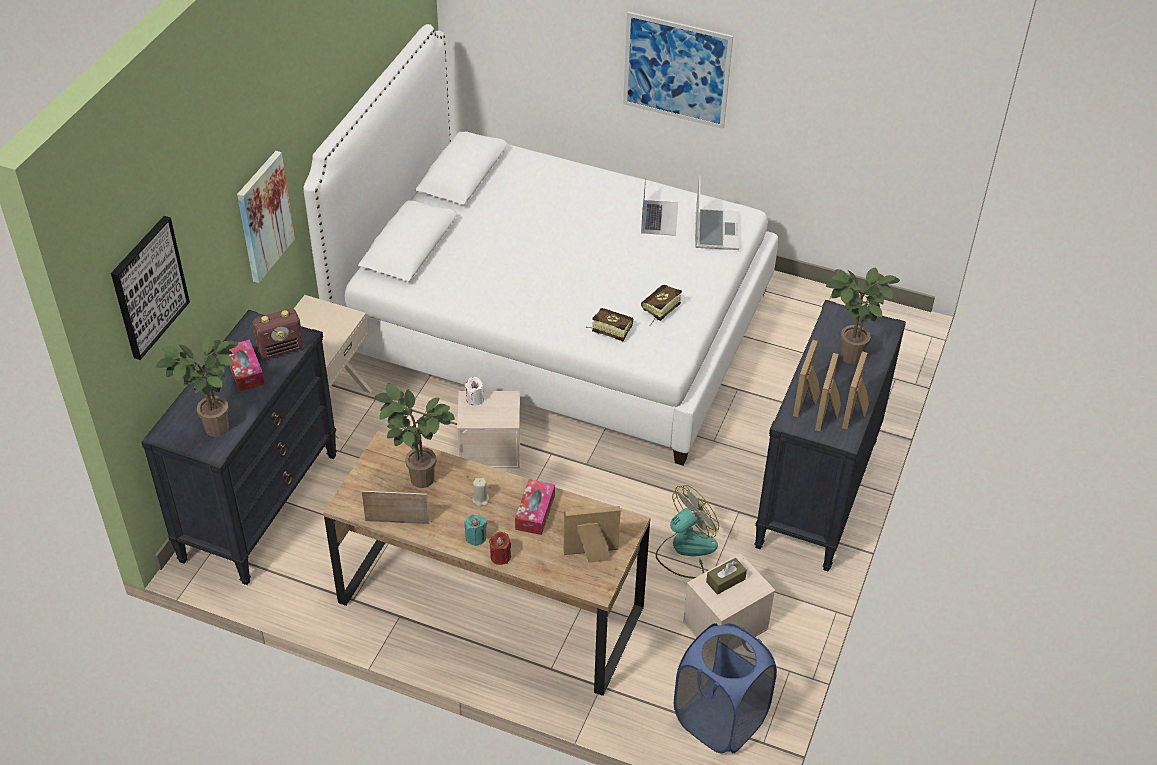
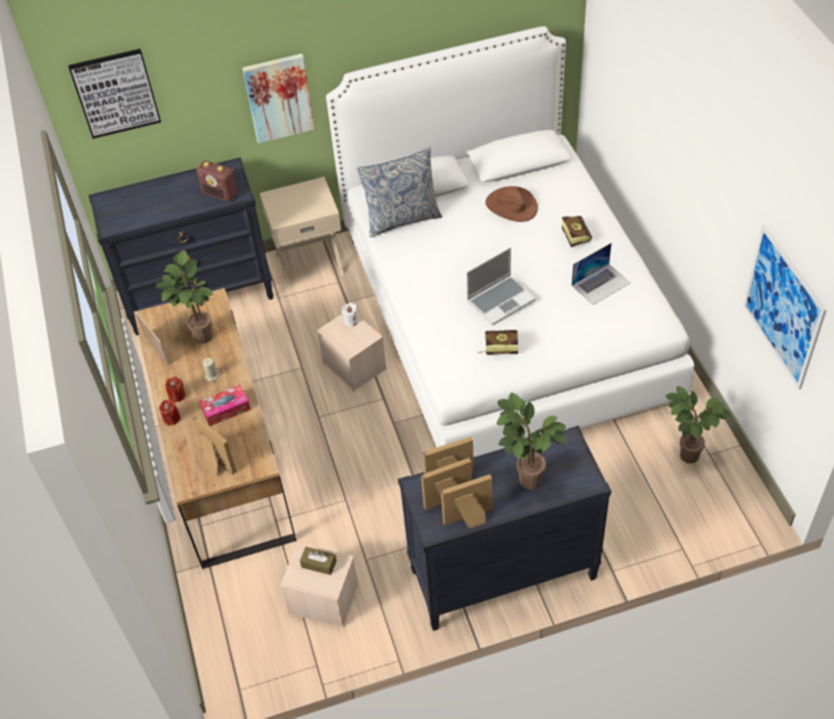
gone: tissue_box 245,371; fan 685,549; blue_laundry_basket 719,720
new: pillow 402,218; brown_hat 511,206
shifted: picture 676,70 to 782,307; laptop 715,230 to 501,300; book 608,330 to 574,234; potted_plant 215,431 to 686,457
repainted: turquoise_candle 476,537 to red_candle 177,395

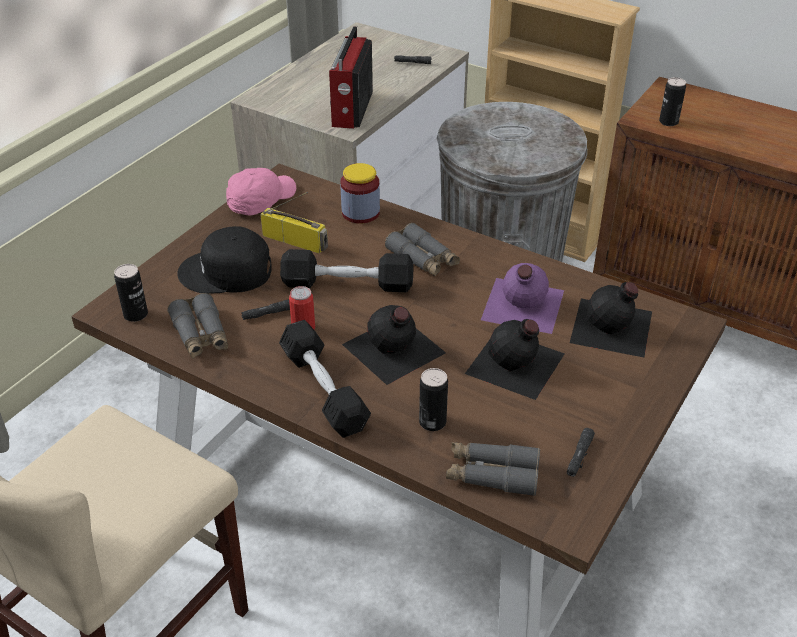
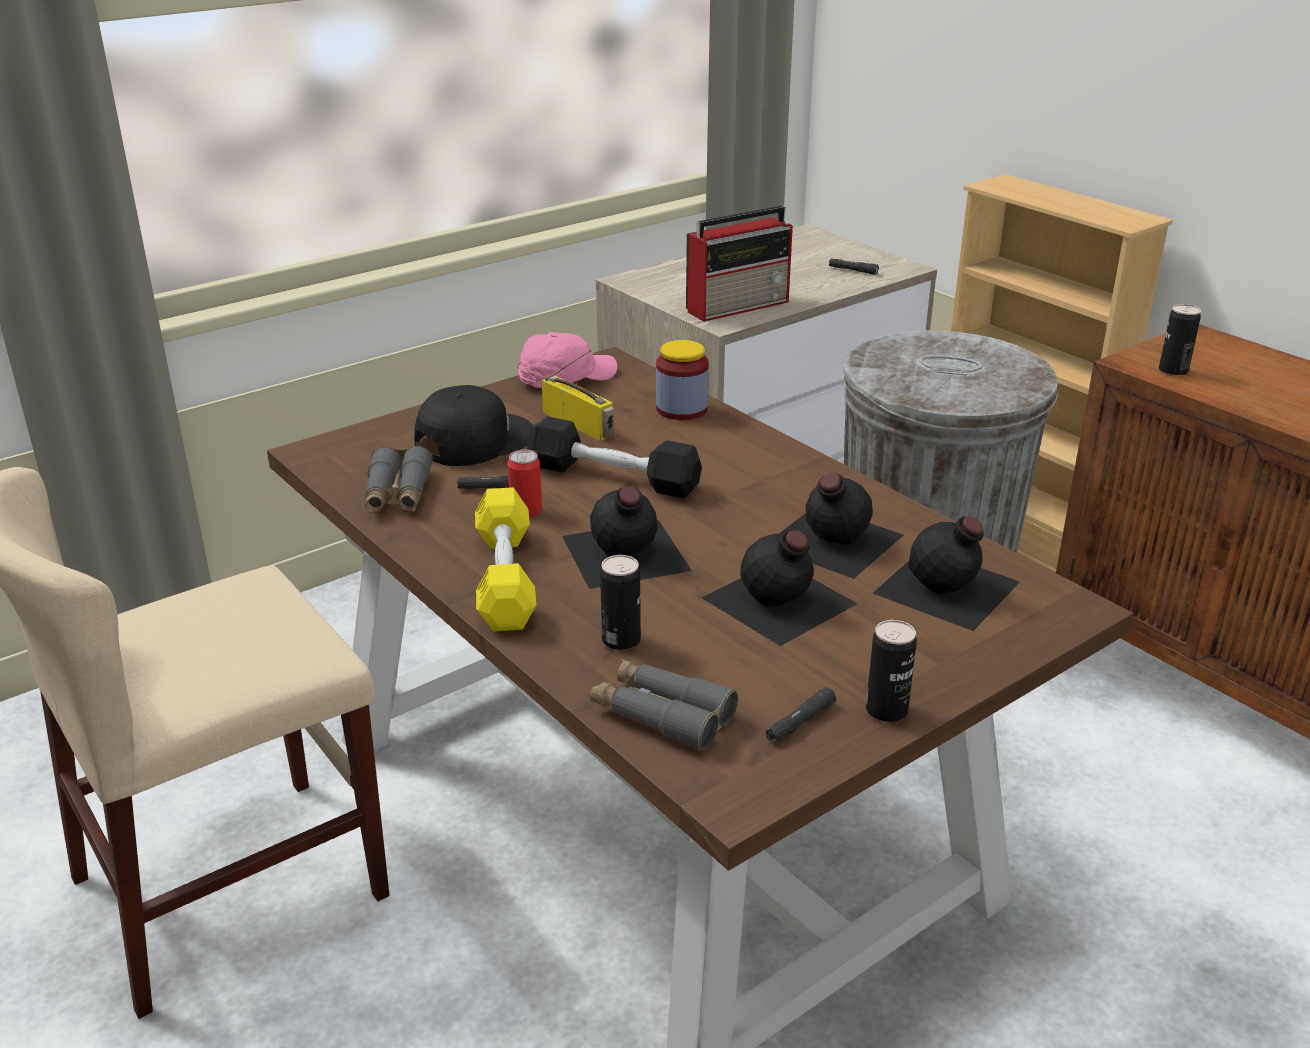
gone: grey_binoculars 423,259
shifted: can 135,315 to 886,711
repainted: purple_bottle 521,305 to black_bottle 831,540; black_dumbbell 323,390 to yellow_dumbbell 505,577
rotated: radio 351,110 = 739,306 150 degrees counterclockwise; black_cap 226,272 = 473,440 120 degrees clockwise

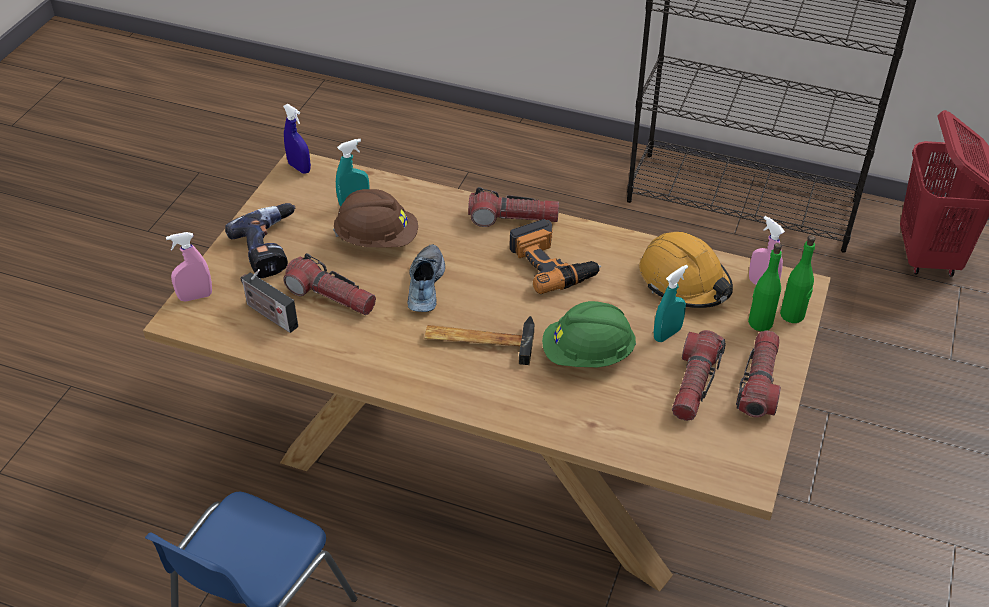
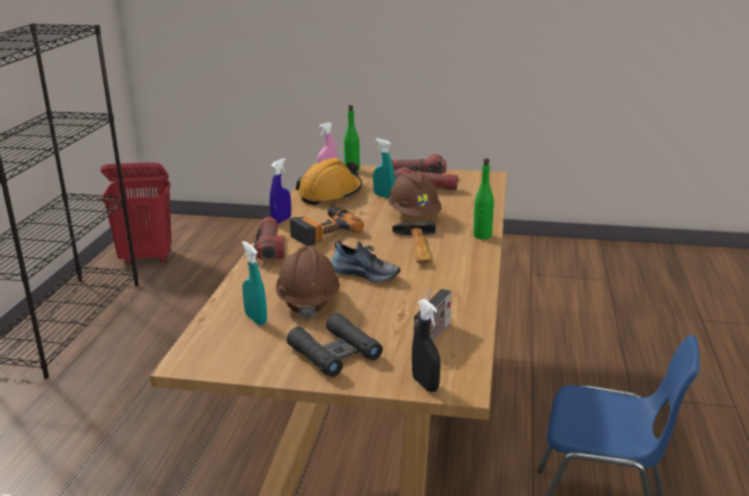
gone: flashlight 331,296
shifted: blue_spray_bottle 299,168 to 281,220; green_bottle 760,322 to 482,236
swapped: power_drill 272,248 to black_binoculars 335,353
repainted: pink_spray_bottle 195,296 to black_spray_bottle 425,384; green_hard_hat 587,355 to brown_hard_hat 414,215
rotated: shoe 424,285 = 365,273 150 degrees counterclockwise

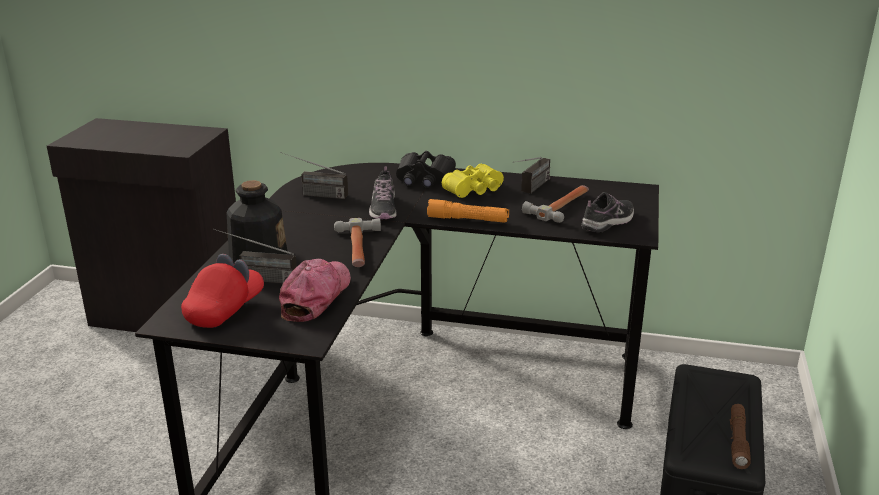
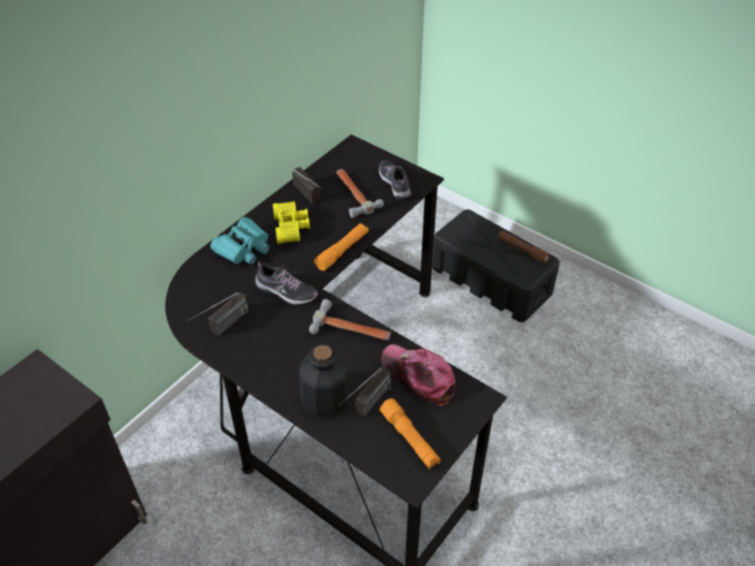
swapped: red_cap 225,309 to orange_flashlight 409,438
repainted: black_binoculars 423,178 to turquoise_binoculars 244,248

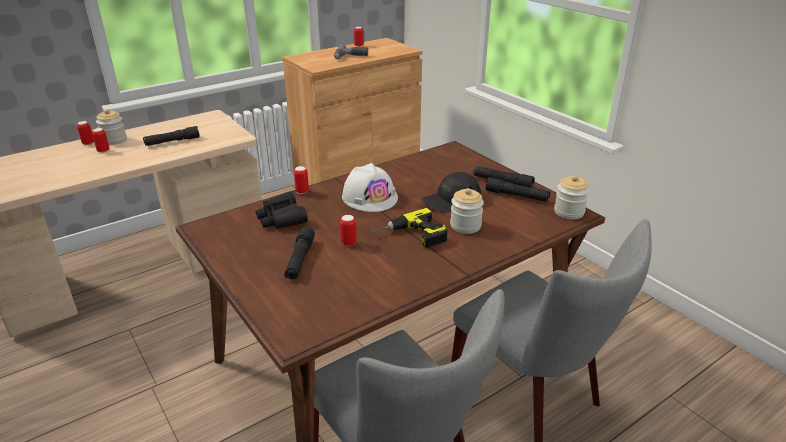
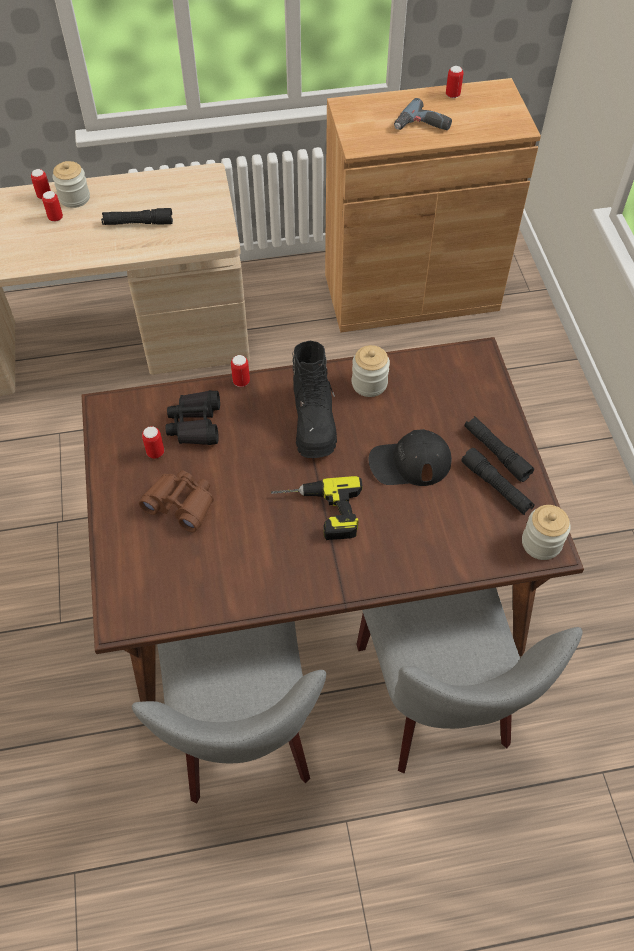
shifted: jar 465,226 to 369,383; can 348,243 to 155,452
swapped: white_hard_hat 370,197 to black_boot 314,421; black_flashlight 300,260 to brown_binoculars 181,504

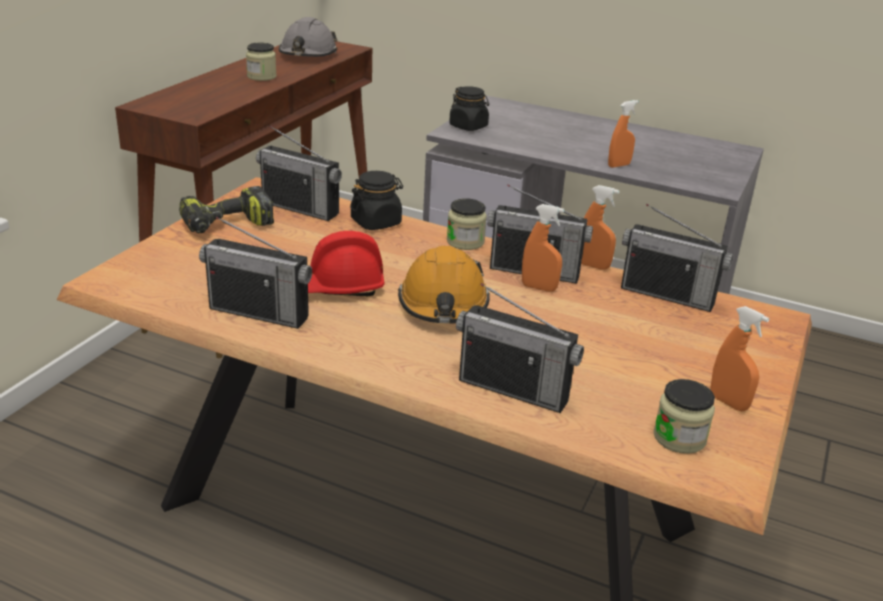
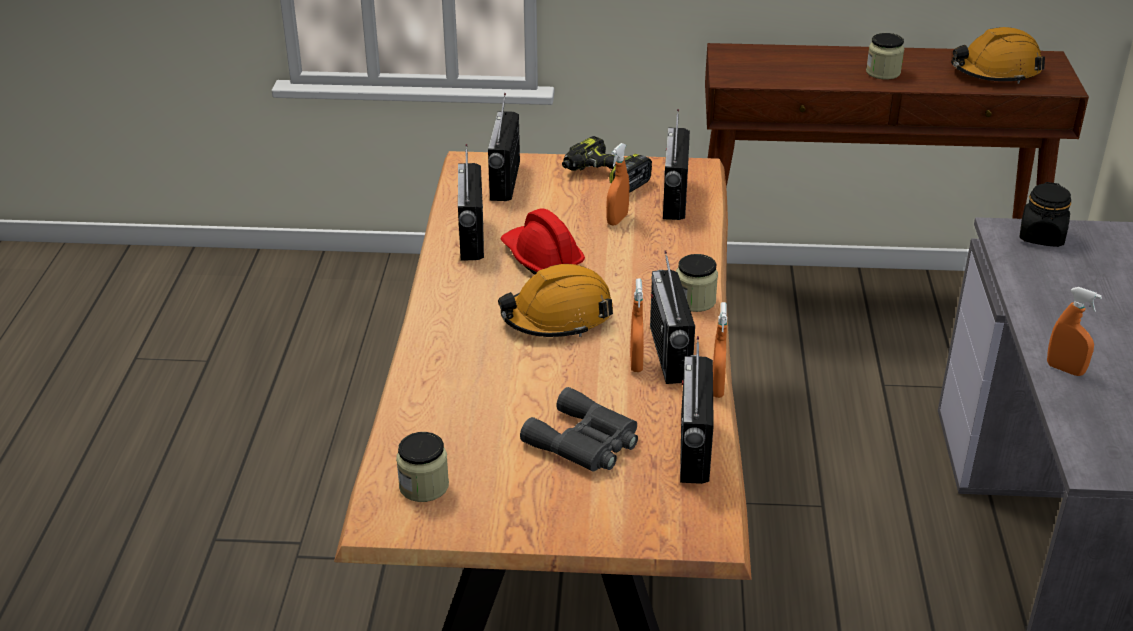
gone: black_jar 376,222
new: grey_binoculars 585,442
shifted: radio 514,389 to 505,181; orange_spray_bottle 728,402 to 617,219
repainted: grey_hard_hat 308,54 to orange_hard_hat 995,72

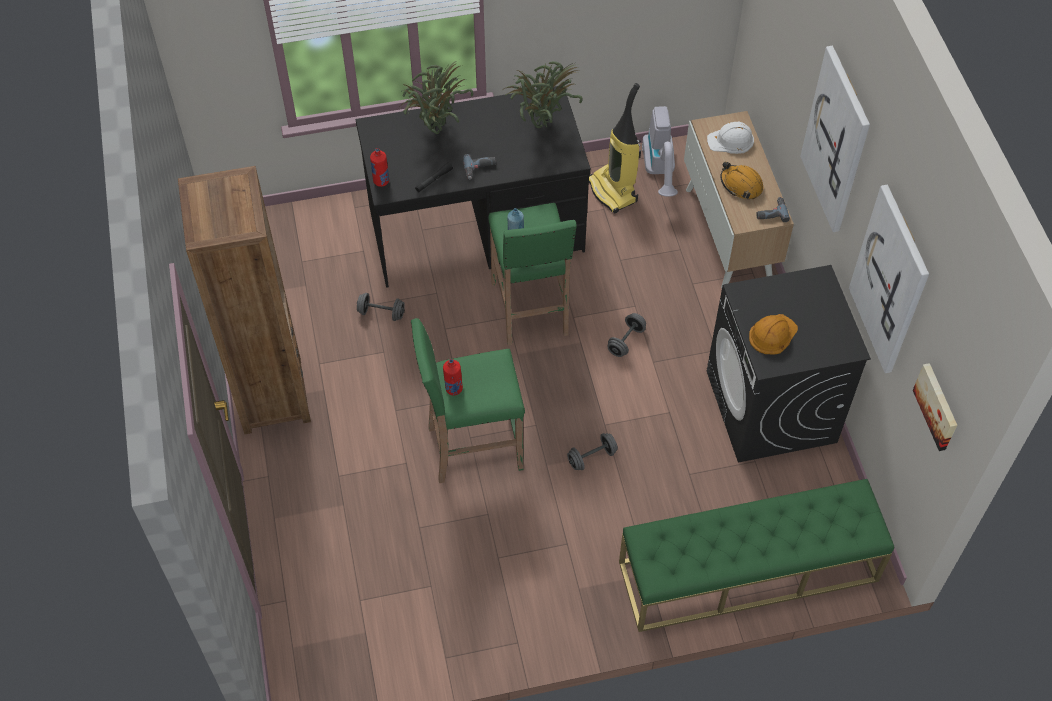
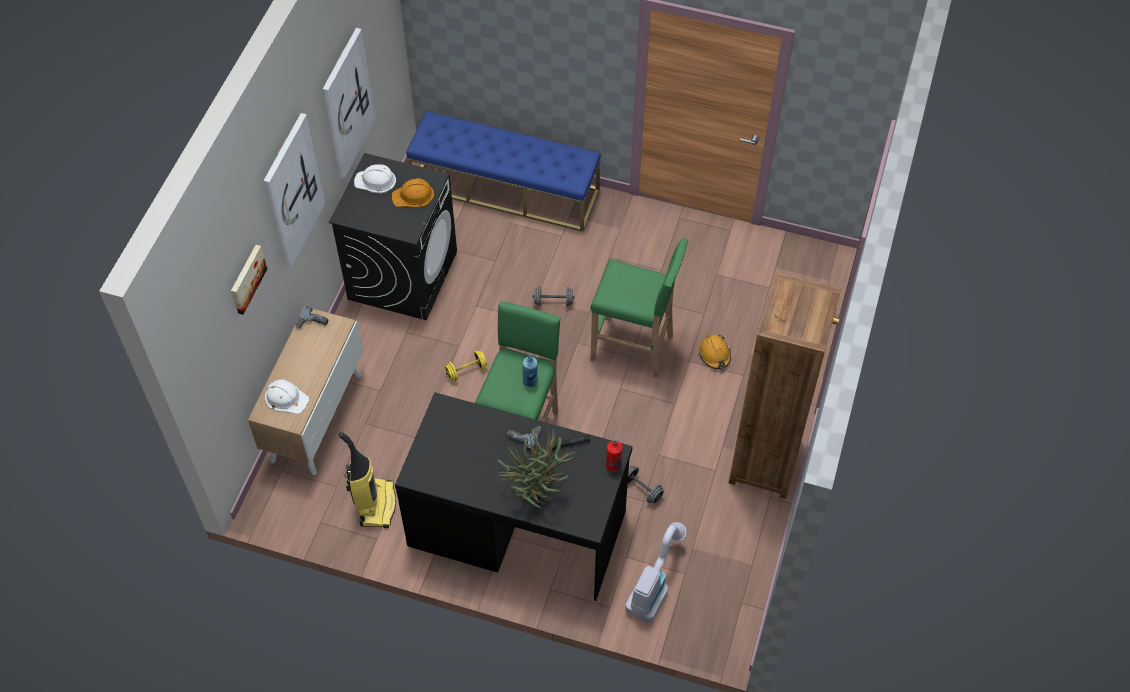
gone: potted_plant 541,125; red_bottle 453,389
new: white_hard_hat 375,181
shifted: vacuum_cleaner 660,172 to 653,585; orange_hard_hat 741,185 to 714,354; picture 937,406 to 246,278
repainted: grey_dumbbell 626,341 to yellow_dumbbell 466,371; green_bench 747,572 to blue_bench 505,189

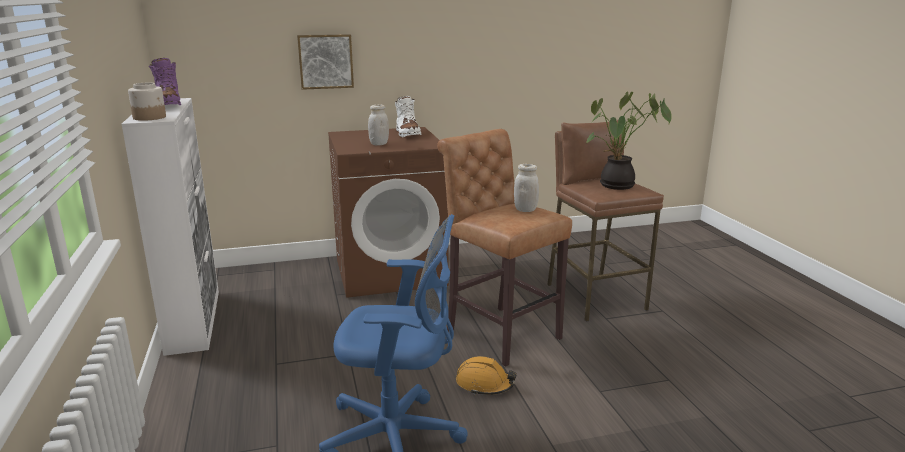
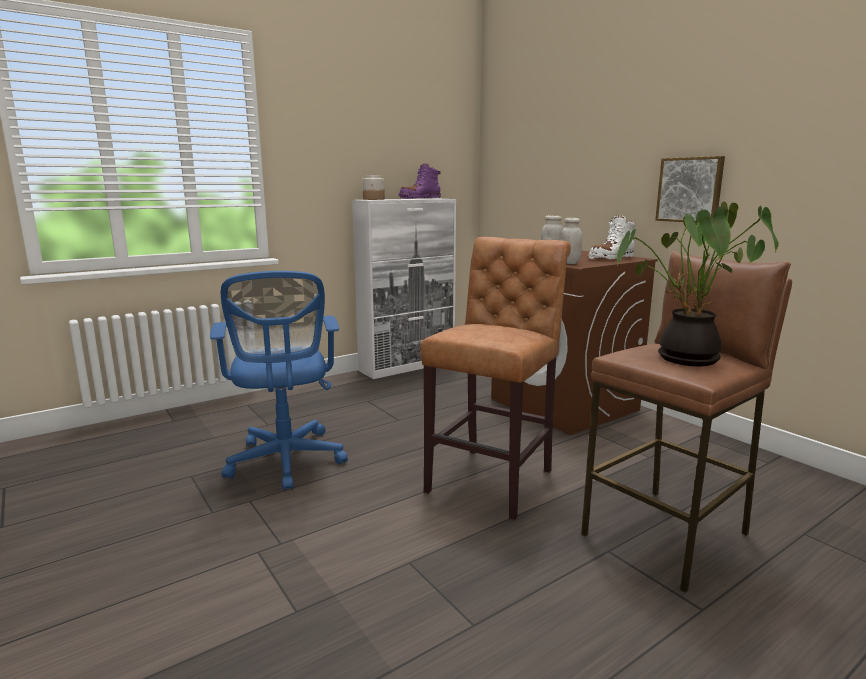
gone: orange_hard_hat 484,384
shifted: picture 325,61 to 690,190; white_jar 525,210 to 569,263

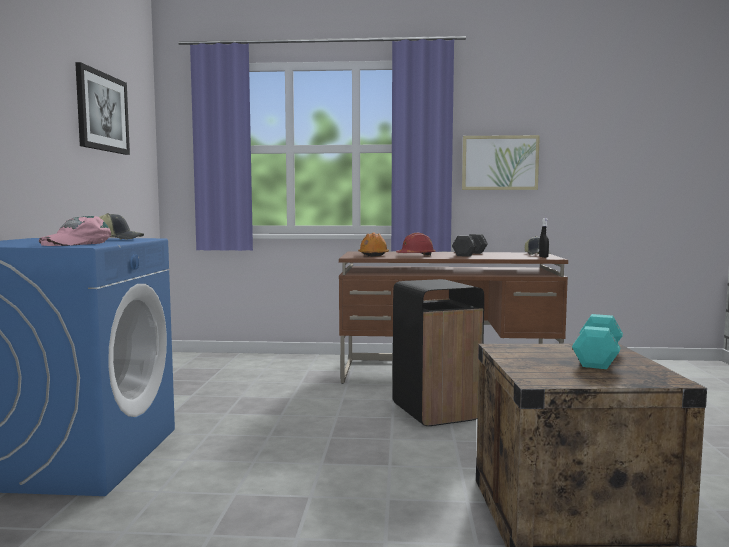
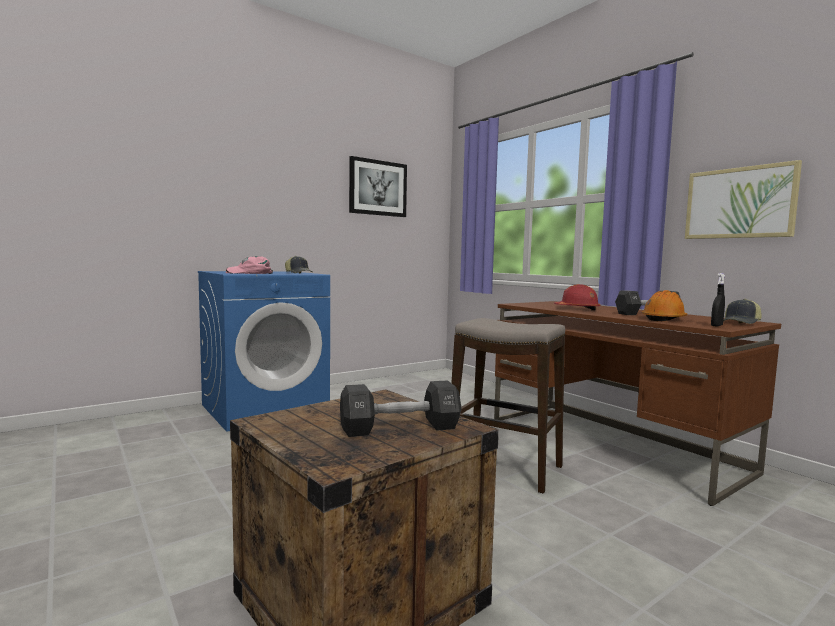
shifted: orange_hard_hat 373,255 to 664,319
swapped: black_trash_can 435,412 to stool 504,468
repainted: turquoise_dumbbell 597,357 to black_dumbbell 400,428

